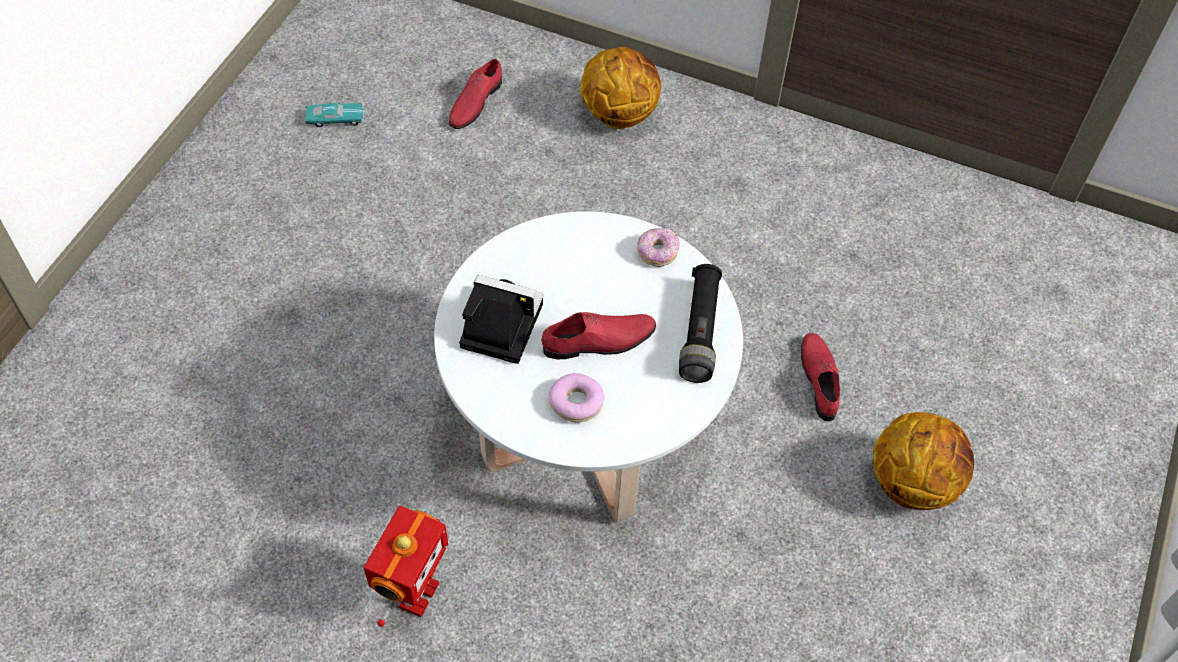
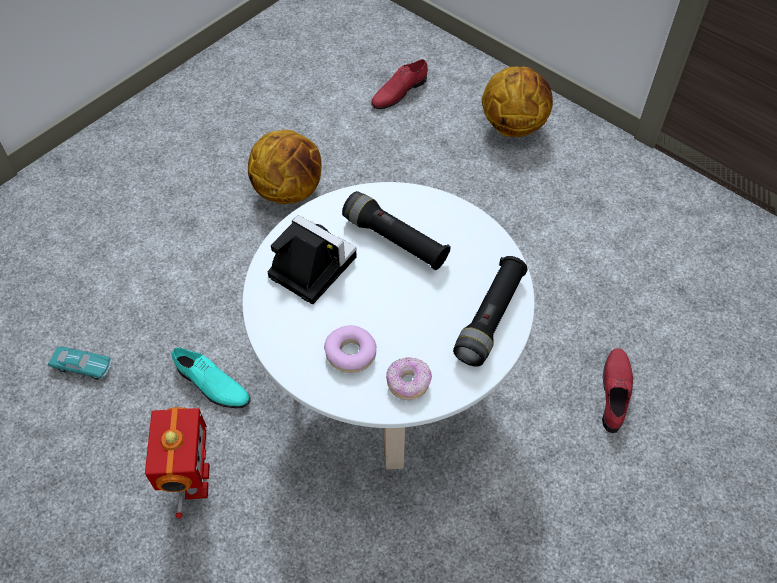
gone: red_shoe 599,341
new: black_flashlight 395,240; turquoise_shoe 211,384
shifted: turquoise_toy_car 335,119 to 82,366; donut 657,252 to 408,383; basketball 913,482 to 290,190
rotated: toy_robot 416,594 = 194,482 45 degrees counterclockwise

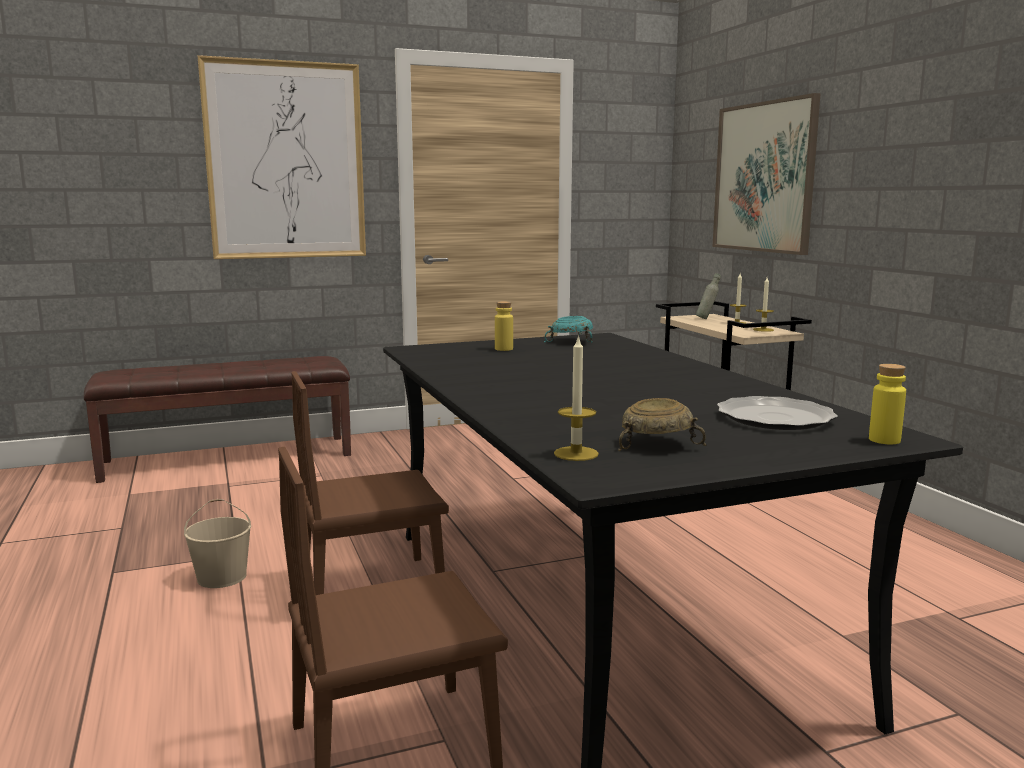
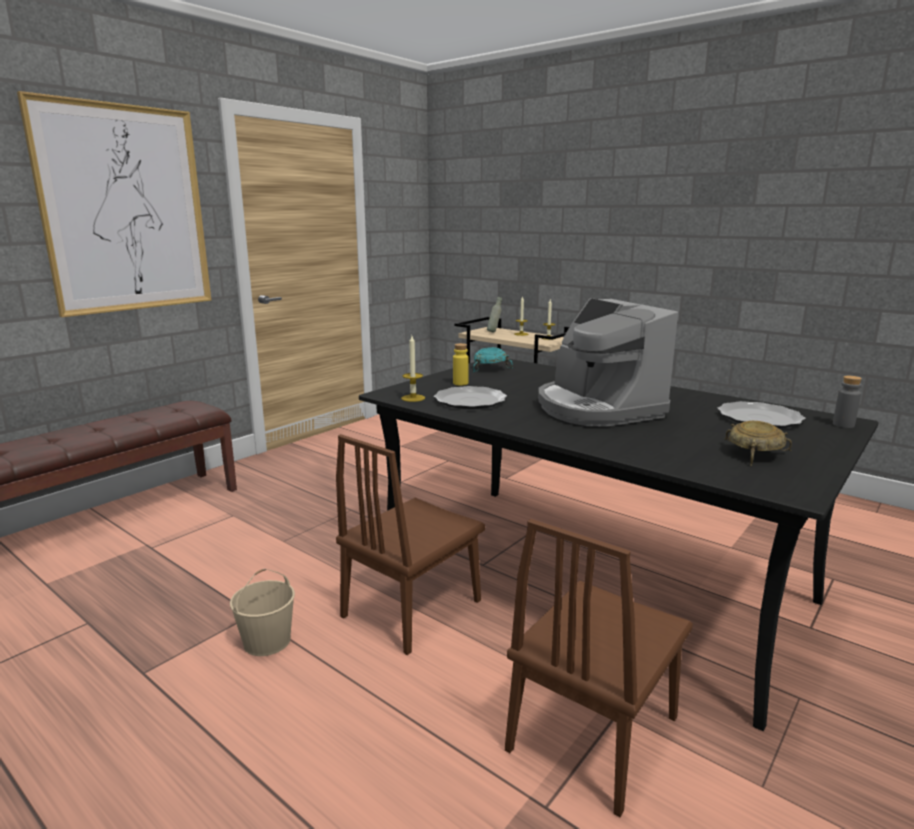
gone: picture 764,177
new: coffee_machine 596,408; plate 470,400
shifted: candle 576,454 to 413,398
repainted: yellow_bottle 884,440 to grey_bottle 843,425

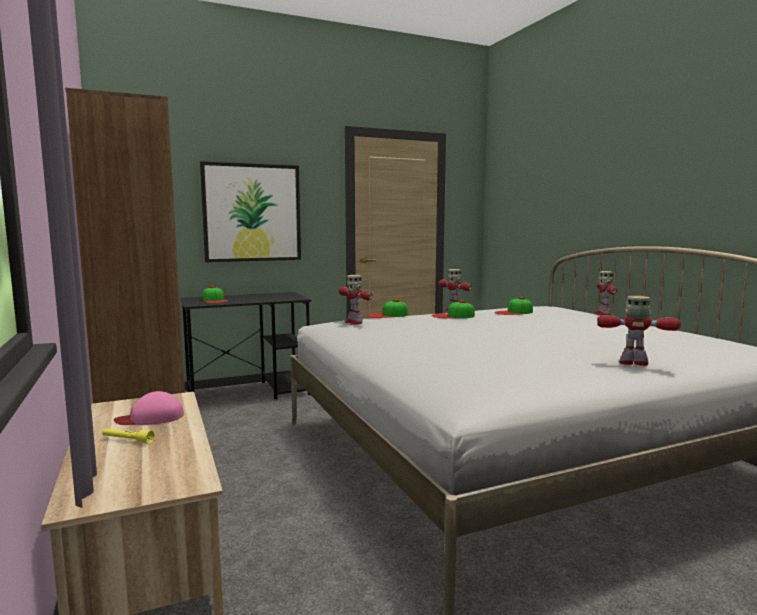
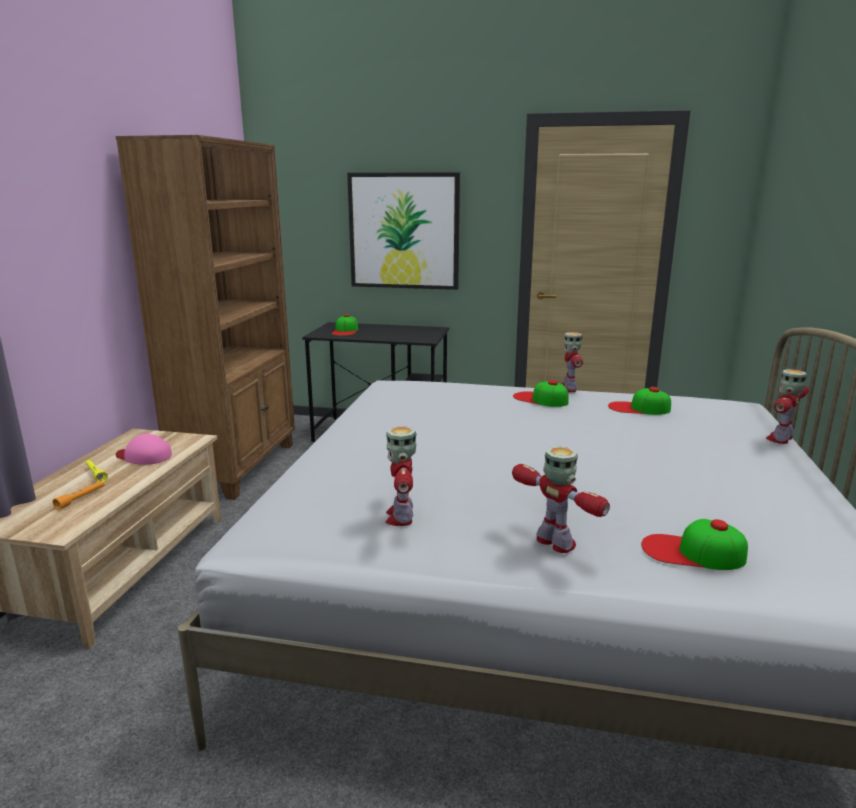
new: orange_flashlight 81,499
shifted: toy_robot 353,322 to 401,516; cap 387,315 to 692,552

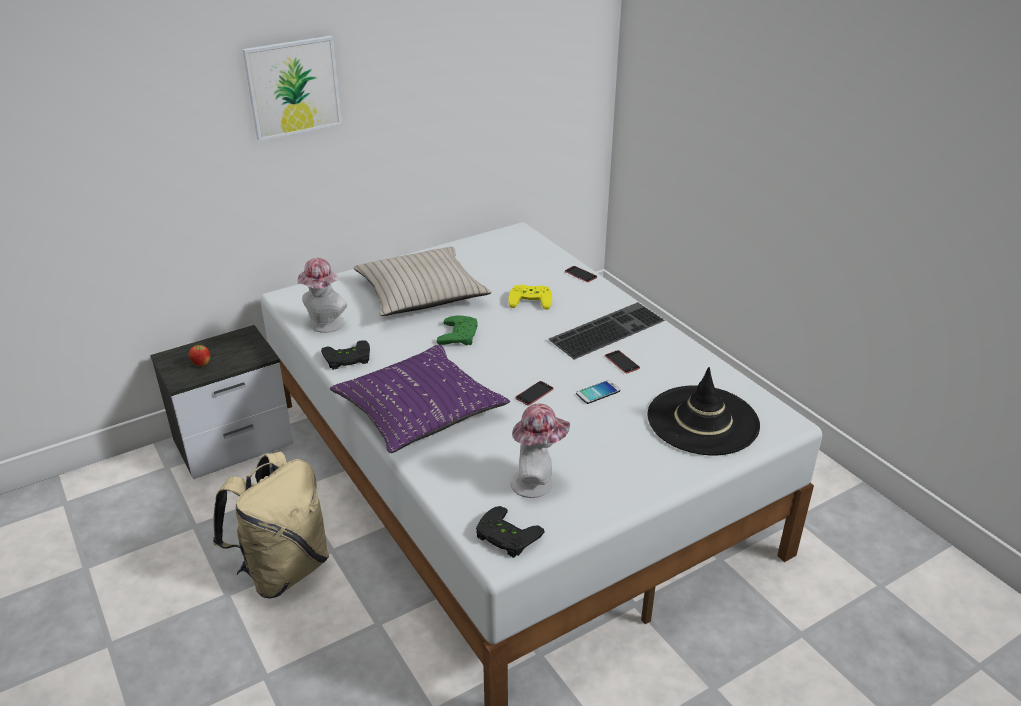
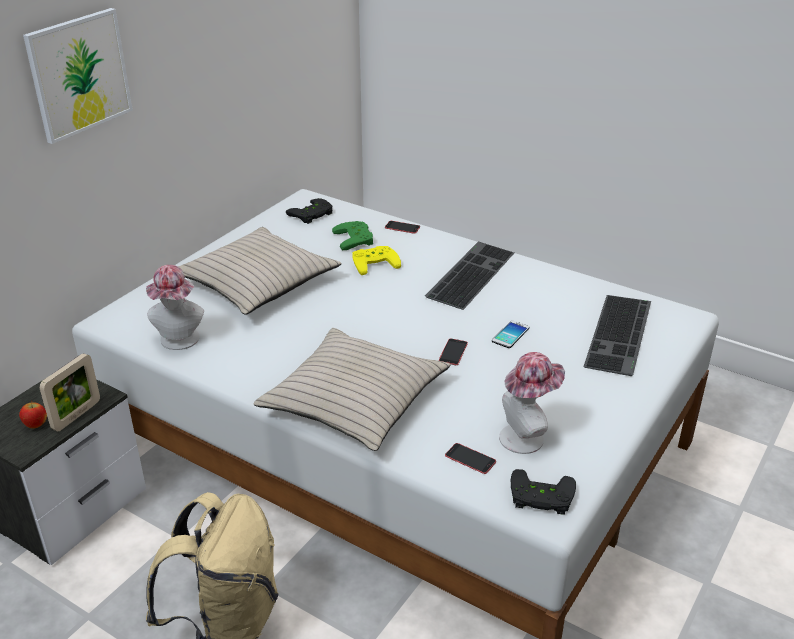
new: picture_frame 76,415
shifted: green_game_controller 461,335 to 356,239; black_game_controller 347,359 to 312,215; phone 622,362 to 470,459
swapped: black_hat 703,421 to keyboard 621,335
repainted: purple_pillow 419,410 to beige_pillow 354,401

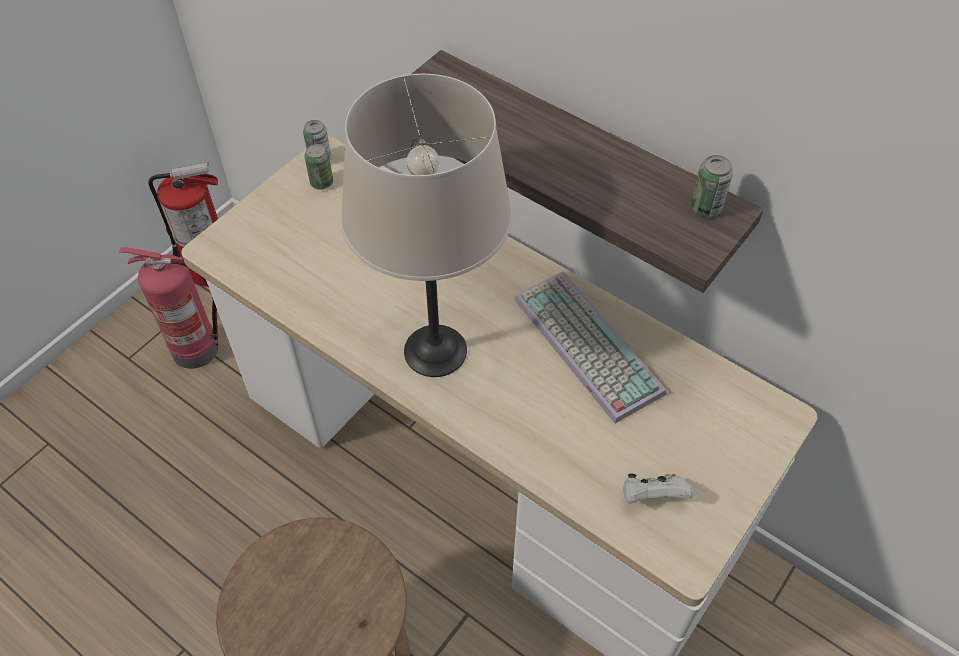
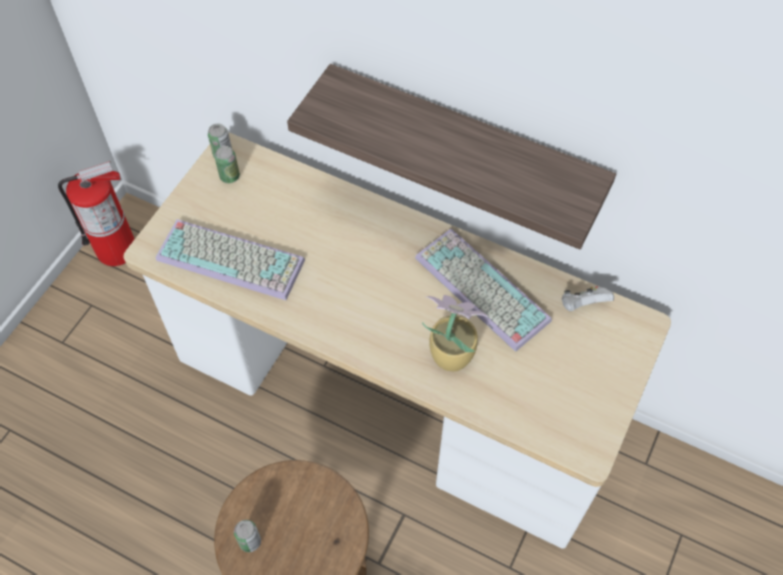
gone: beige_table_lamp 435,351; fire_extinguisher 198,349
new: keyboard 233,258; potted_plant 449,354
shifted: can 705,208 to 250,541; white_game_controller 652,496 to 582,305

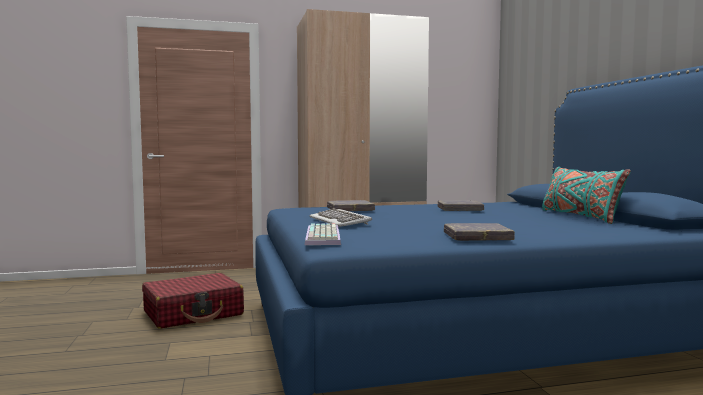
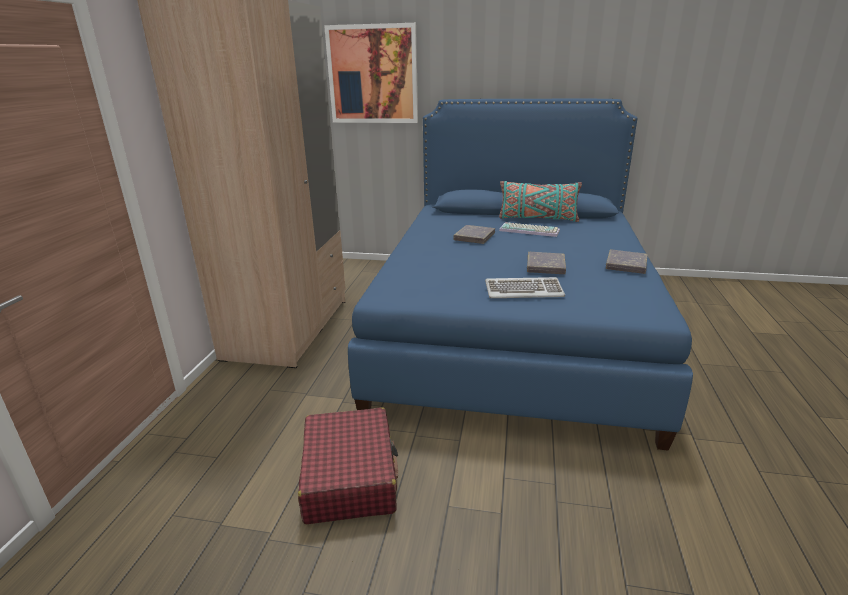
new: picture 373,75
shifted: grey_book 350,209 to 545,266; keyboard 324,236 to 530,230

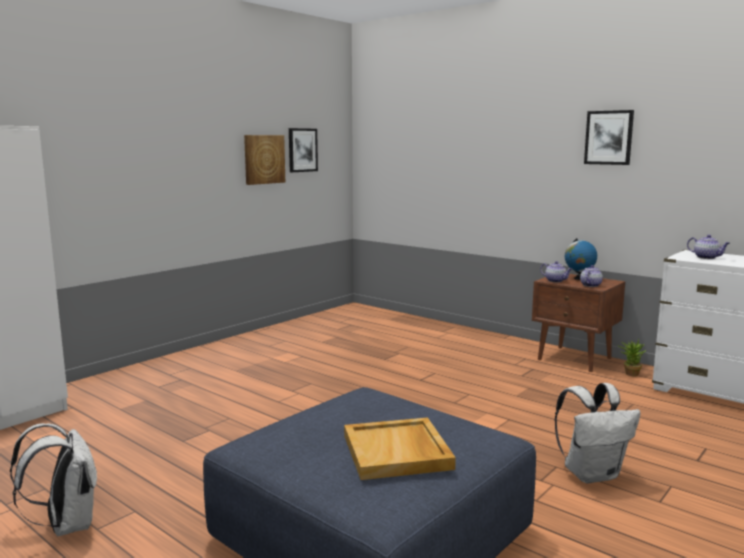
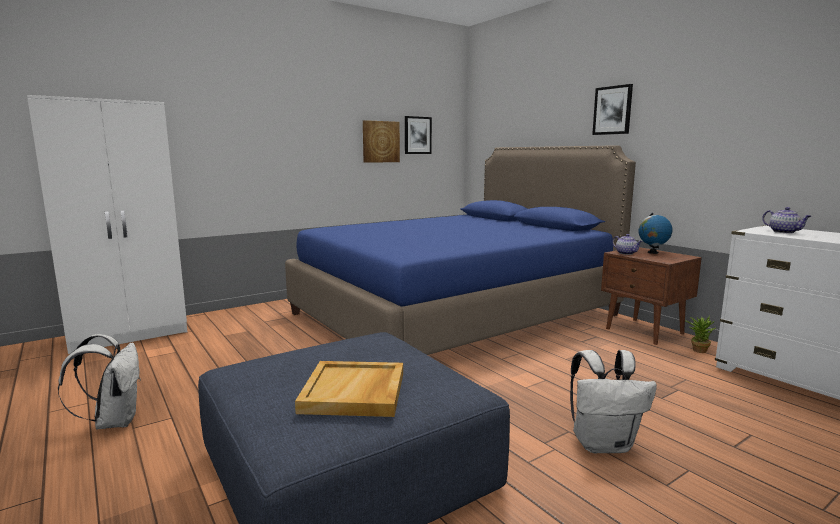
gone: teapot 590,285
new: blue_bed 454,314
shifted: picture 608,137 to 612,110

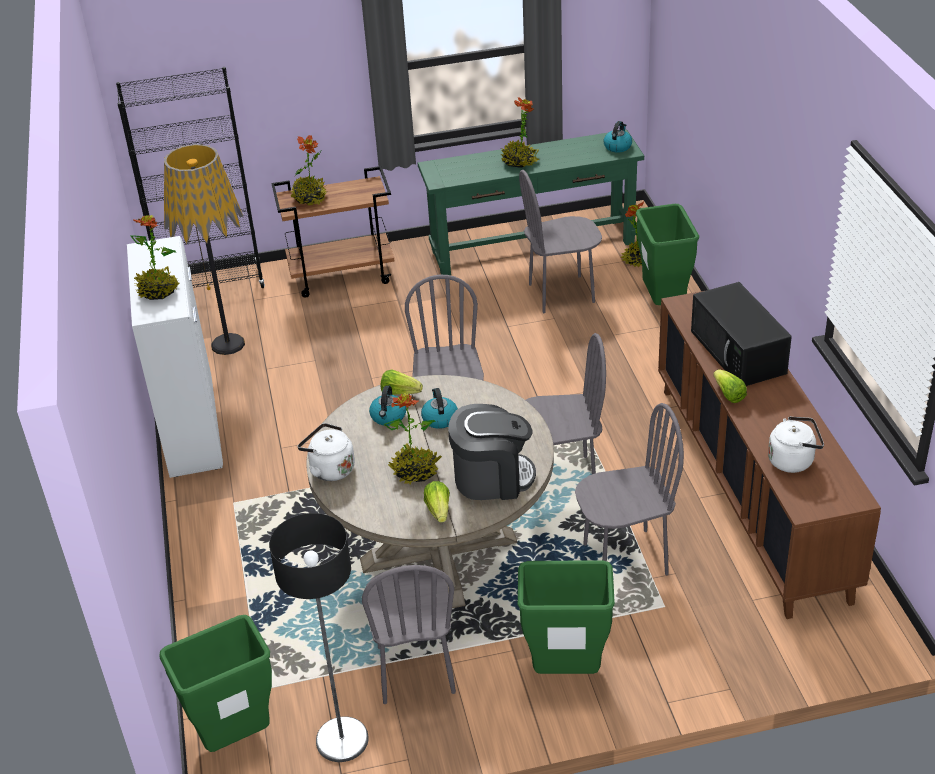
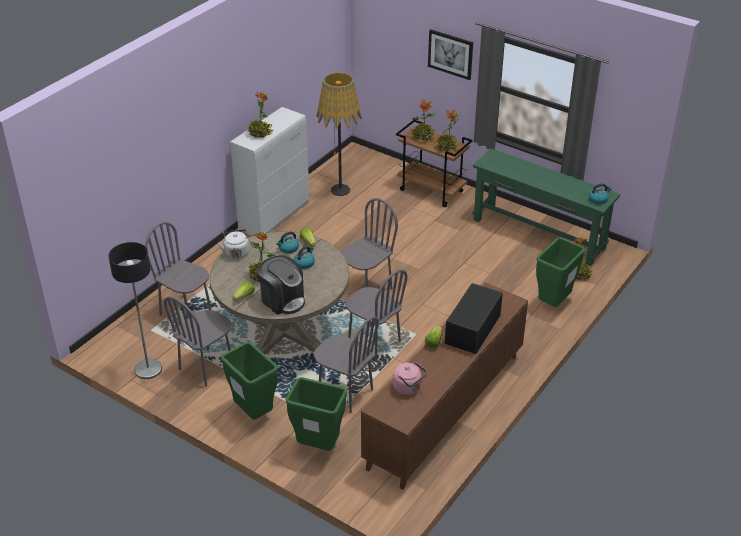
gone: black_bookcase 213,285
new: picture 450,54
shifted: potted_plant 519,162 to 446,148; grey_chair 561,293 to 186,312; green_trash_can 236,737 to 319,446
repainted: white_kettle 793,460 to pink_kettle 408,388

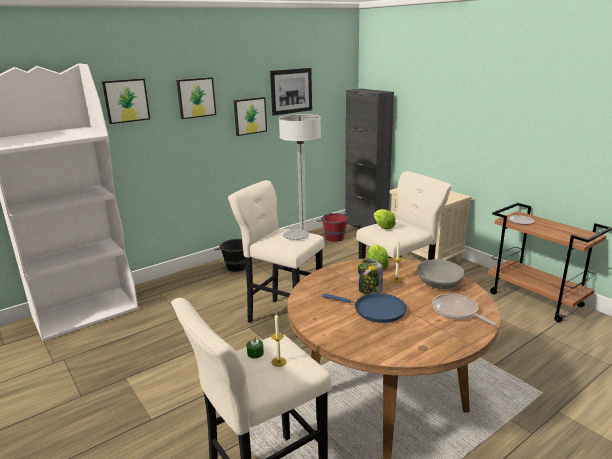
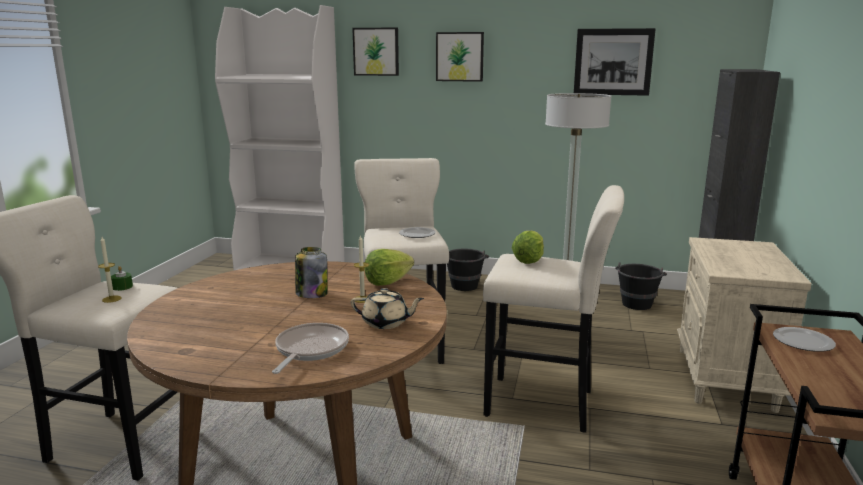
gone: picture 249,116; blue_frying_pan 376,310
swapped: grey_bowl 439,283 to beige_teapot 386,323
repainted: red_bucket 332,237 to black_bucket 637,302

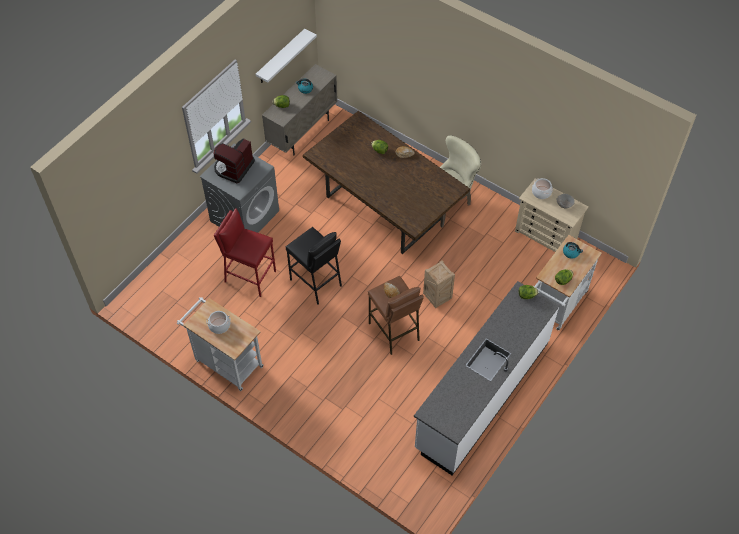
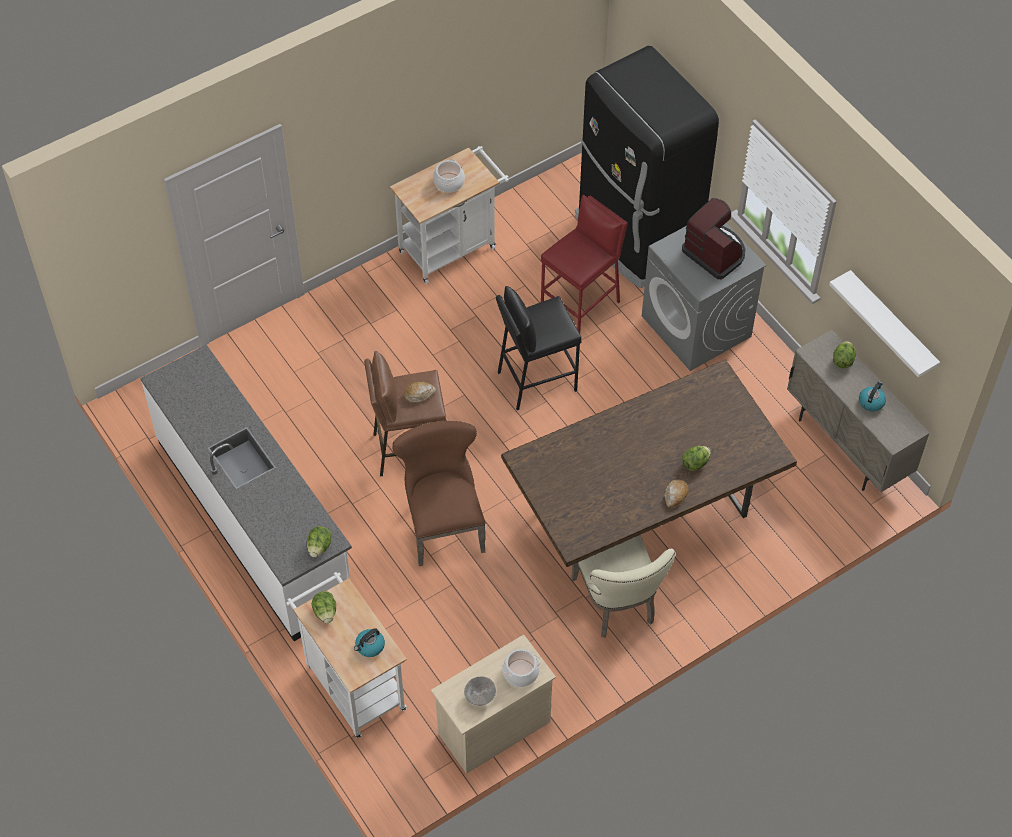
new: black_fridge 636,237
swapped: crate 436,297 to brown_chair 442,523

